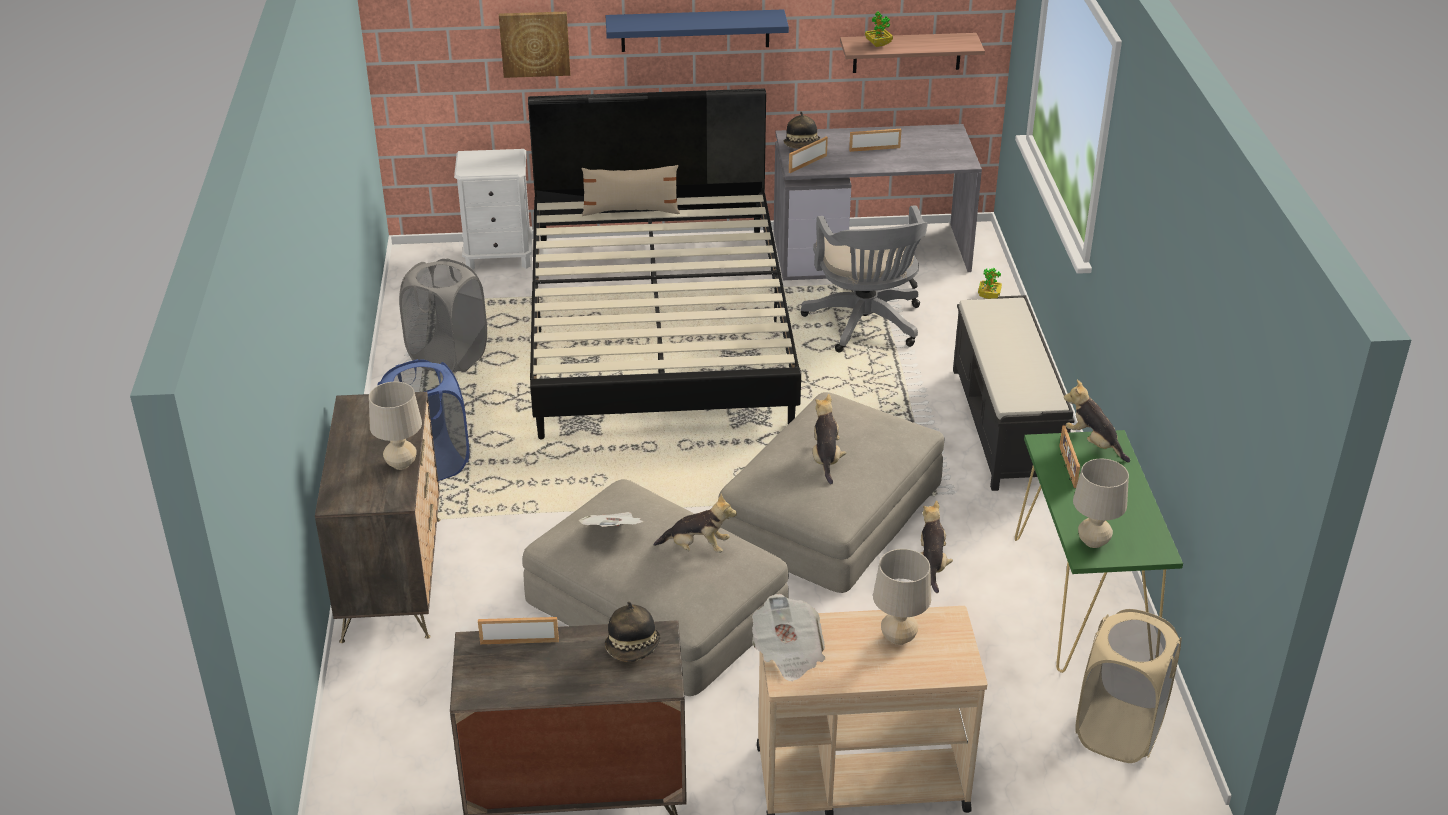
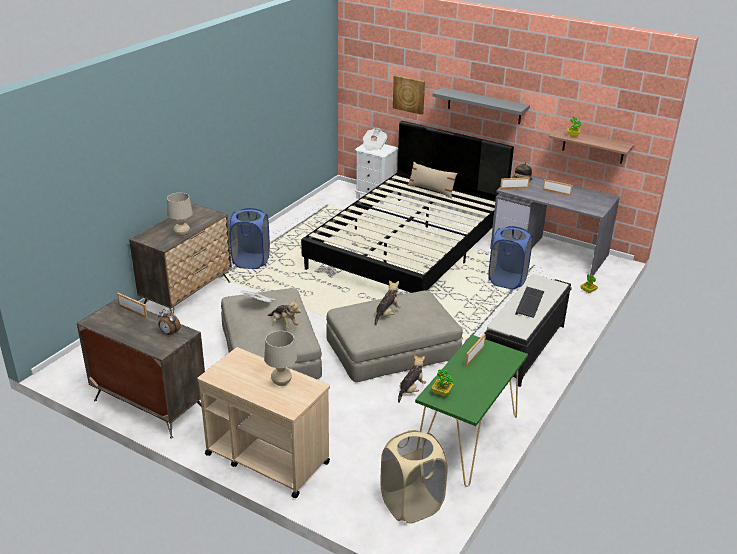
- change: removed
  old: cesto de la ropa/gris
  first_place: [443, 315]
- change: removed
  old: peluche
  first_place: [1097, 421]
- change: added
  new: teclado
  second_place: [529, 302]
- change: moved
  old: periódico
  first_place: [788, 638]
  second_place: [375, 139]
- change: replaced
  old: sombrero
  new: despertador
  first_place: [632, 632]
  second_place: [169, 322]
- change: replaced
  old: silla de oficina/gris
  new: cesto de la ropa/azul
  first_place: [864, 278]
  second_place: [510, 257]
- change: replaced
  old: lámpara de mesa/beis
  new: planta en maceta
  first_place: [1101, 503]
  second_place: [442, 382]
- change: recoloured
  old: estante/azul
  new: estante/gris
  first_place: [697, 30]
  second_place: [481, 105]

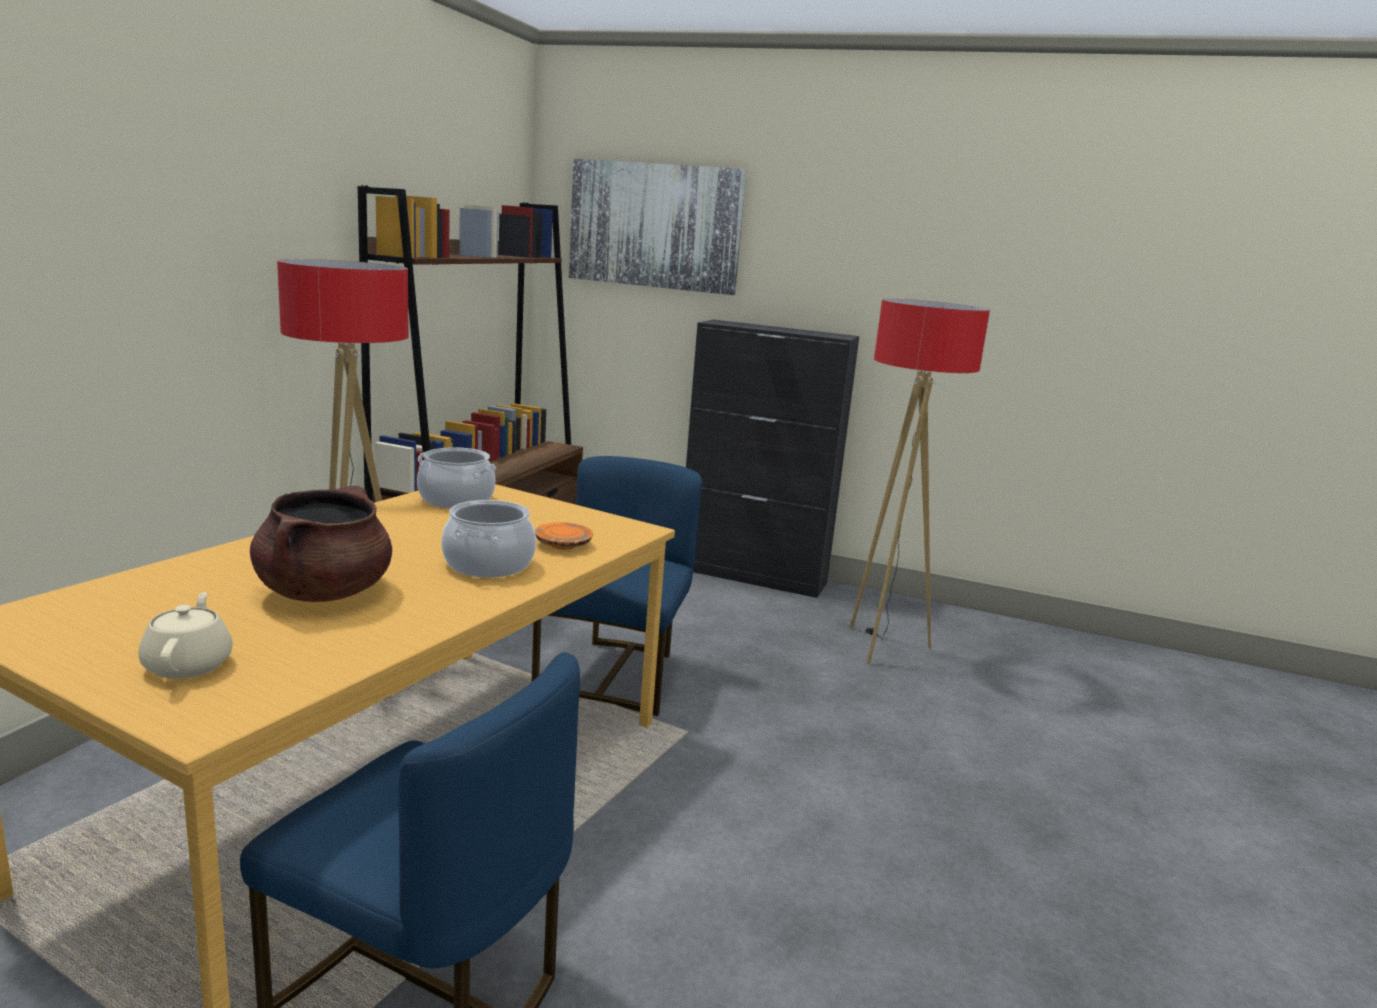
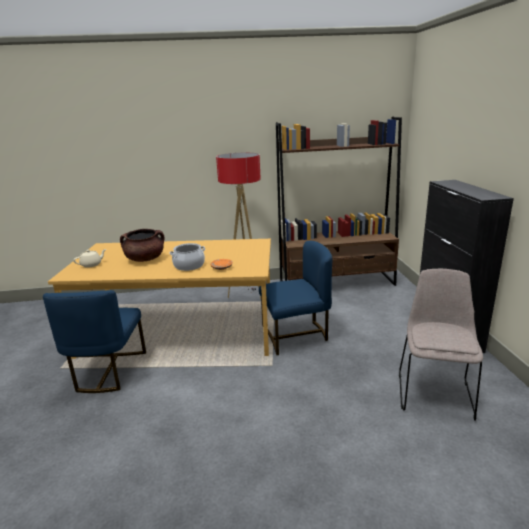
- change: removed
  old: olla
  first_place: [456, 477]
- change: removed
  old: cuadro
  first_place: [658, 227]
- change: replaced
  old: lámpara de pie
  new: silla/beis
  first_place: [920, 481]
  second_place: [441, 345]

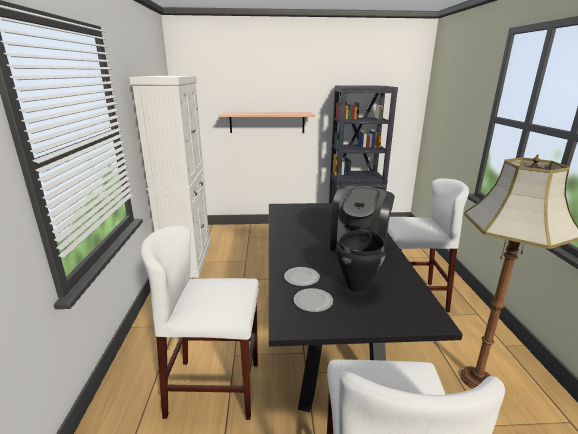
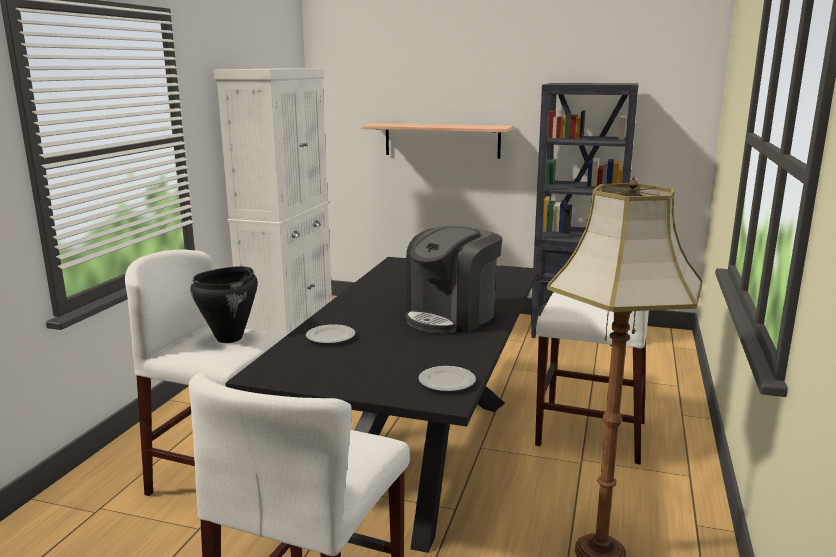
- change: moved
  old: plato
  first_place: [313, 300]
  second_place: [447, 379]
- change: moved
  old: olla/negro
  first_place: [361, 261]
  second_place: [224, 304]

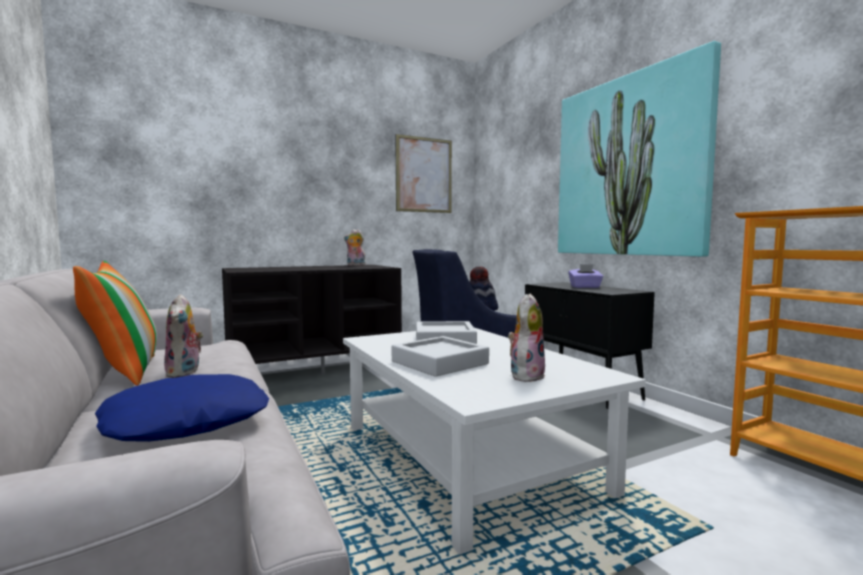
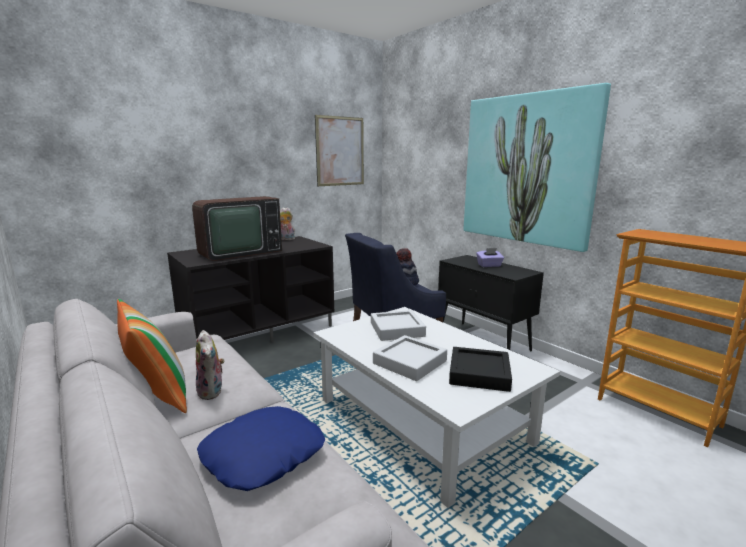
- change: added
  new: televisor
  second_place: [237, 228]
- change: replaced
  old: peluche
  new: bandeja/negro
  first_place: [526, 337]
  second_place: [480, 369]

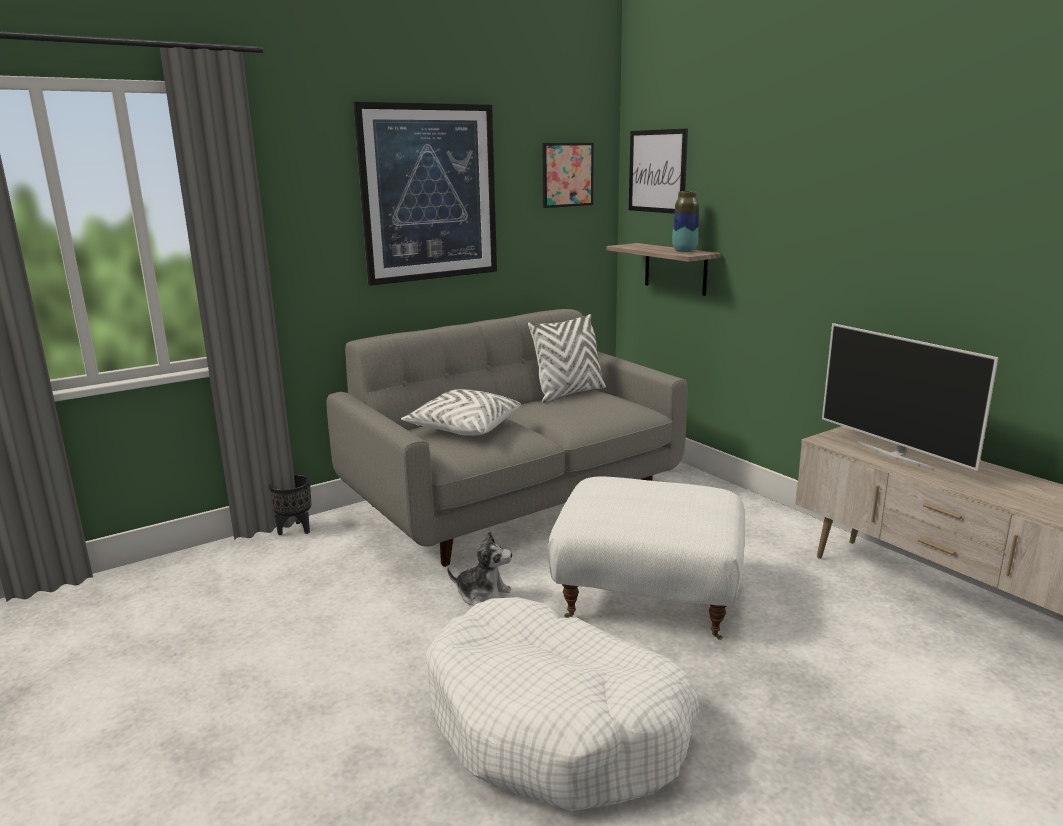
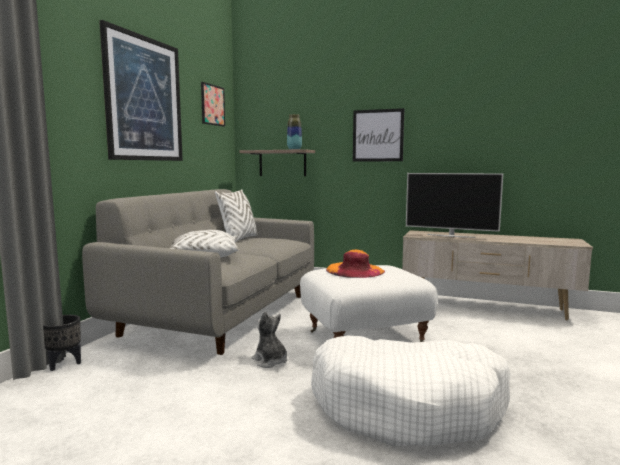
- change: added
  new: sombrero/naranja
  second_place: [355, 264]
- change: moved
  old: cuadro
  first_place: [658, 171]
  second_place: [379, 134]
- change: turned
  old: peluche
  first_place: [479, 568]
  second_place: [269, 339]
  degrees: -105

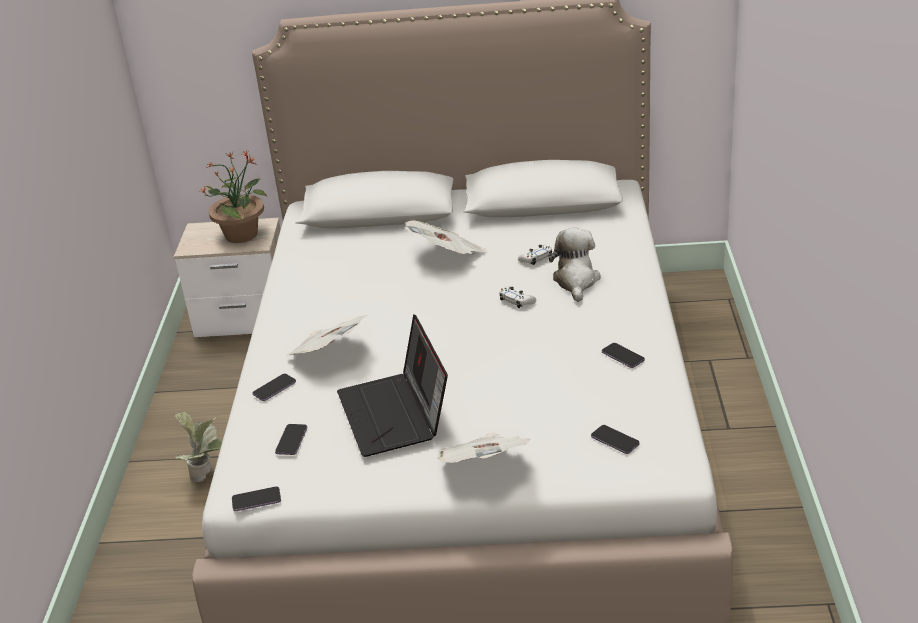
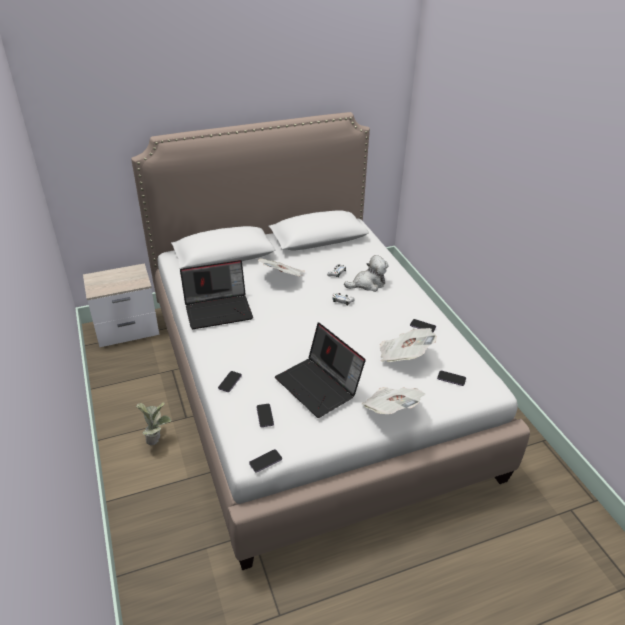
- change: removed
  old: planta en maceta
  first_place: [233, 196]
- change: added
  new: portátil
  second_place: [216, 294]
- change: moved
  old: periódico
  first_place: [327, 335]
  second_place: [408, 345]
- change: turned
  old: peluche
  first_place: [575, 265]
  second_place: [366, 273]
  degrees: 90

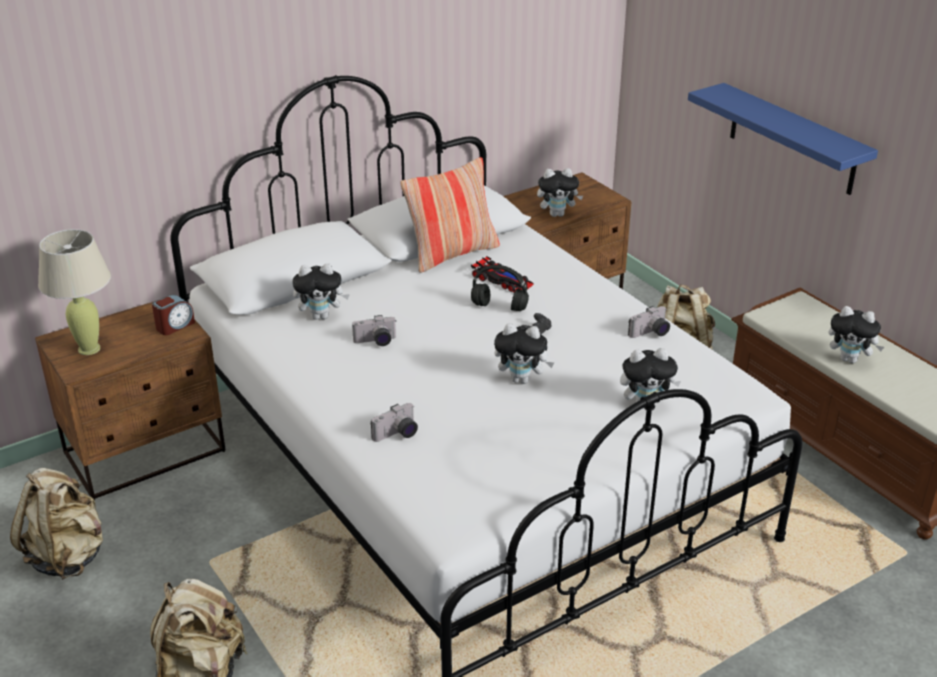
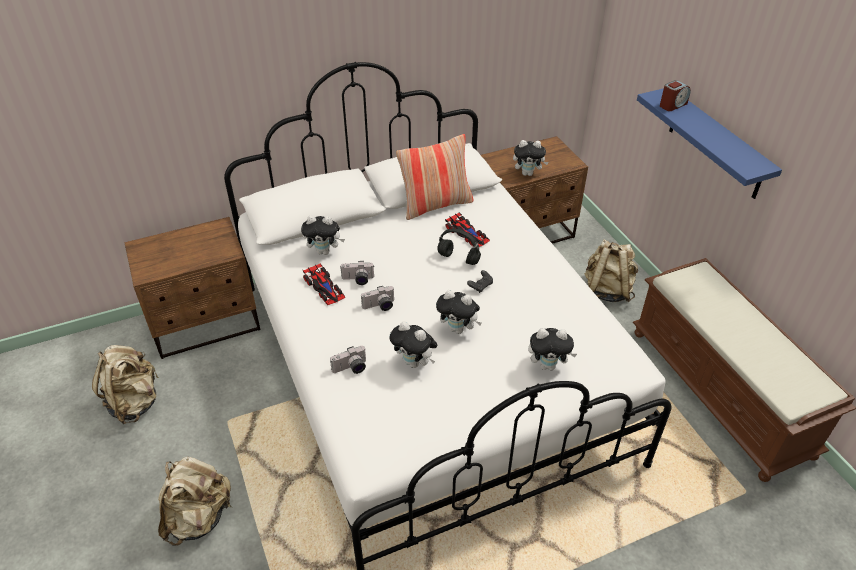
- change: removed
  old: lámpara de mesa/beis
  first_place: [74, 292]
- change: added
  new: coche de juguete
  second_place: [324, 284]
- change: moved
  old: despertador
  first_place: [173, 315]
  second_place: [675, 95]
- change: moved
  old: cámara
  first_place: [649, 322]
  second_place: [378, 298]
- change: moved
  old: peluche
  first_place: [856, 334]
  second_place: [413, 344]

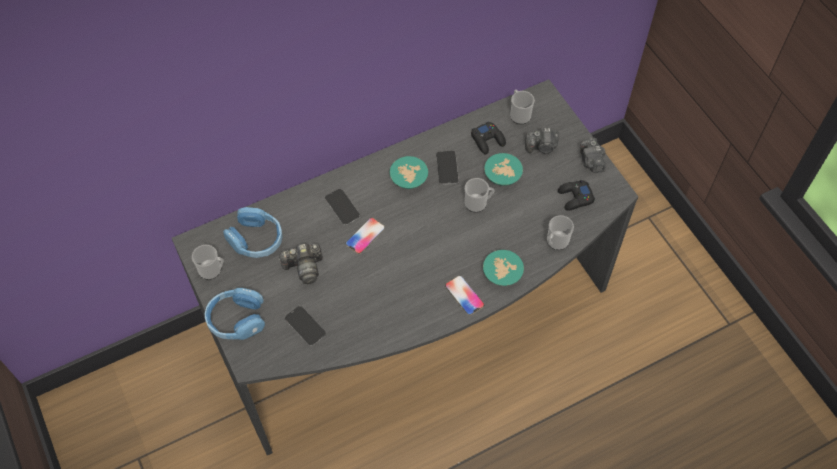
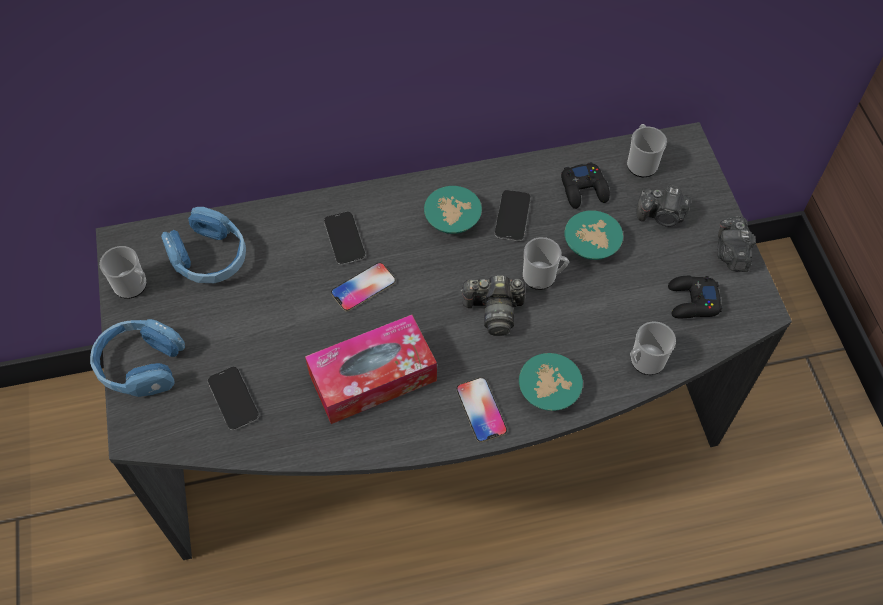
- change: added
  new: caja de pañuelos
  second_place: [371, 369]
- change: moved
  old: cámara
  first_place: [301, 264]
  second_place: [493, 305]

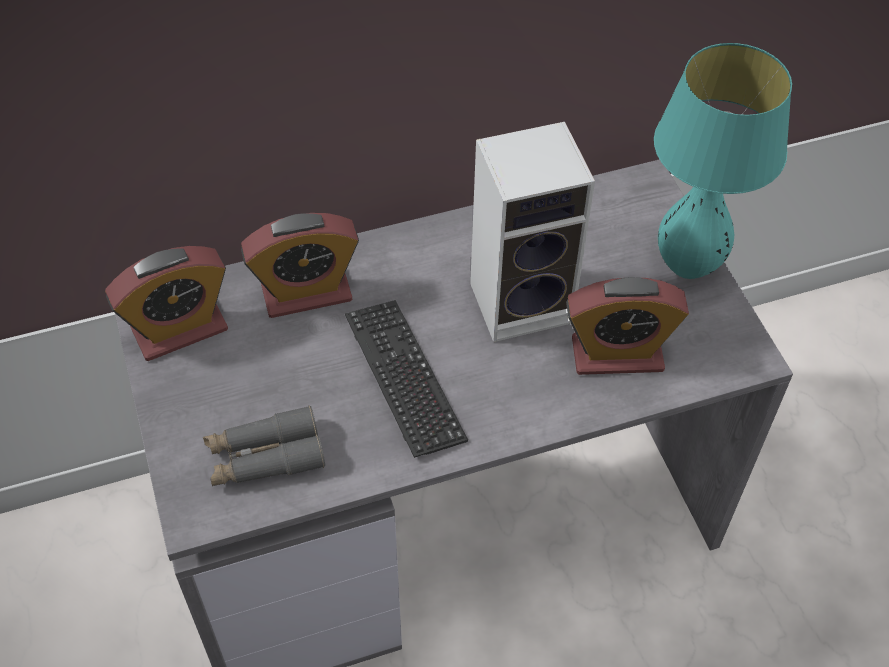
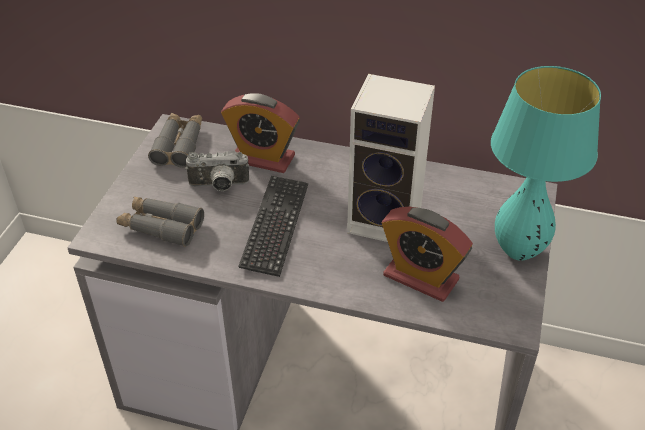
- change: added
  new: cámara
  second_place: [217, 171]
- change: replaced
  old: despertador
  new: prismáticos/gris
  first_place: [166, 303]
  second_place: [175, 140]

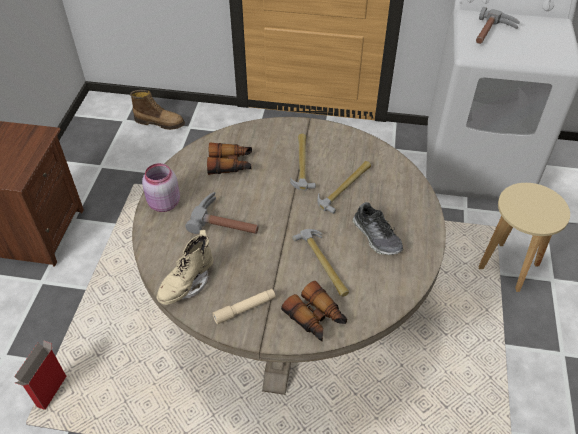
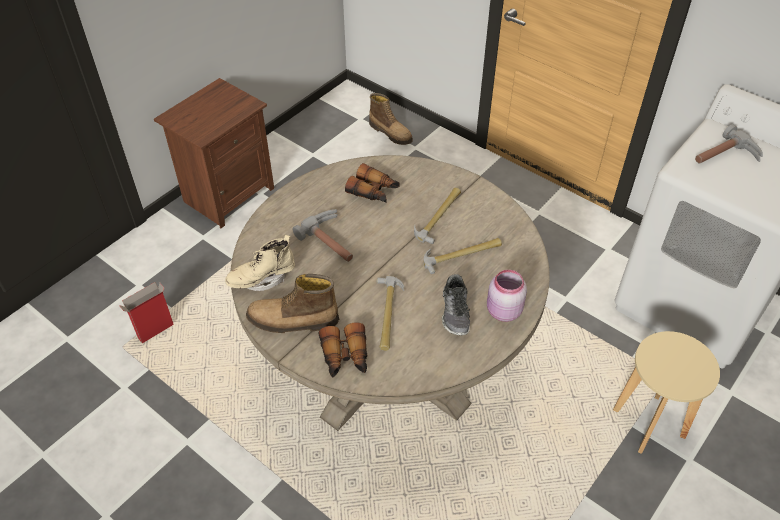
- change: moved
  old: tarro/rosa
  first_place: [161, 187]
  second_place: [507, 296]
- change: replaced
  old: linterna/beis
  new: bota
  first_place: [244, 307]
  second_place: [292, 303]

